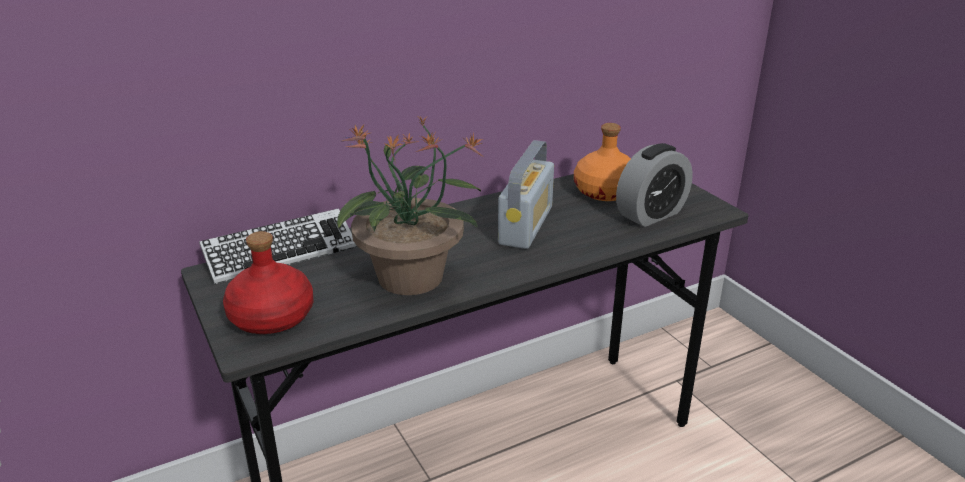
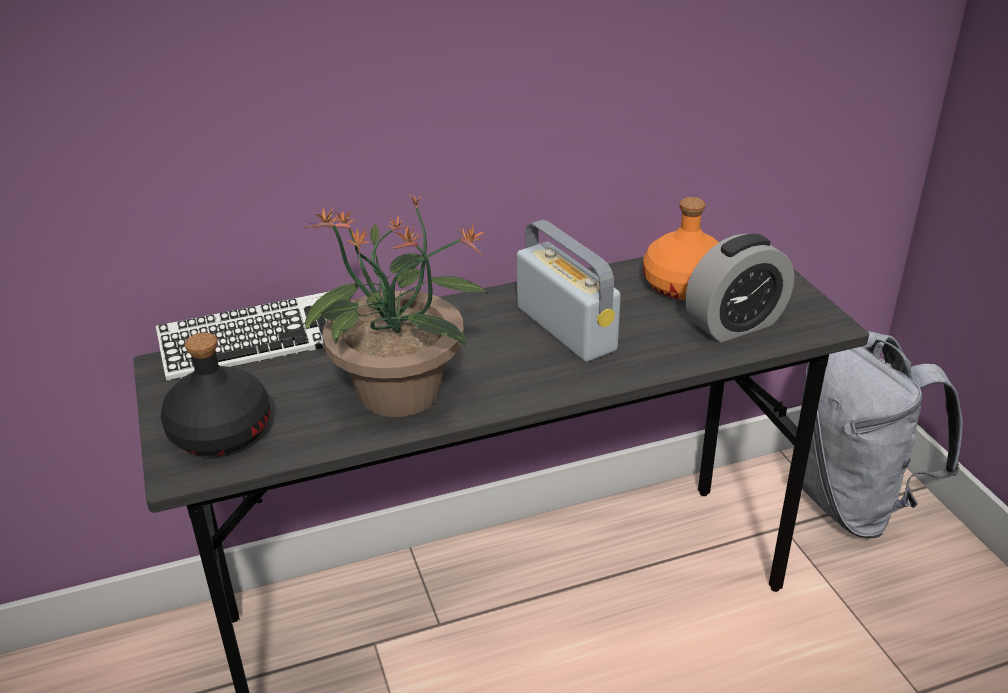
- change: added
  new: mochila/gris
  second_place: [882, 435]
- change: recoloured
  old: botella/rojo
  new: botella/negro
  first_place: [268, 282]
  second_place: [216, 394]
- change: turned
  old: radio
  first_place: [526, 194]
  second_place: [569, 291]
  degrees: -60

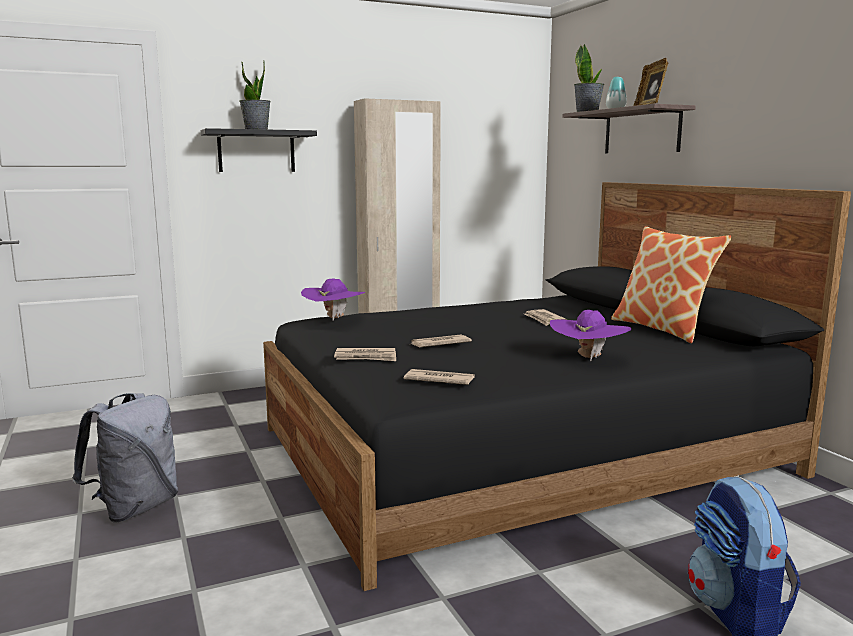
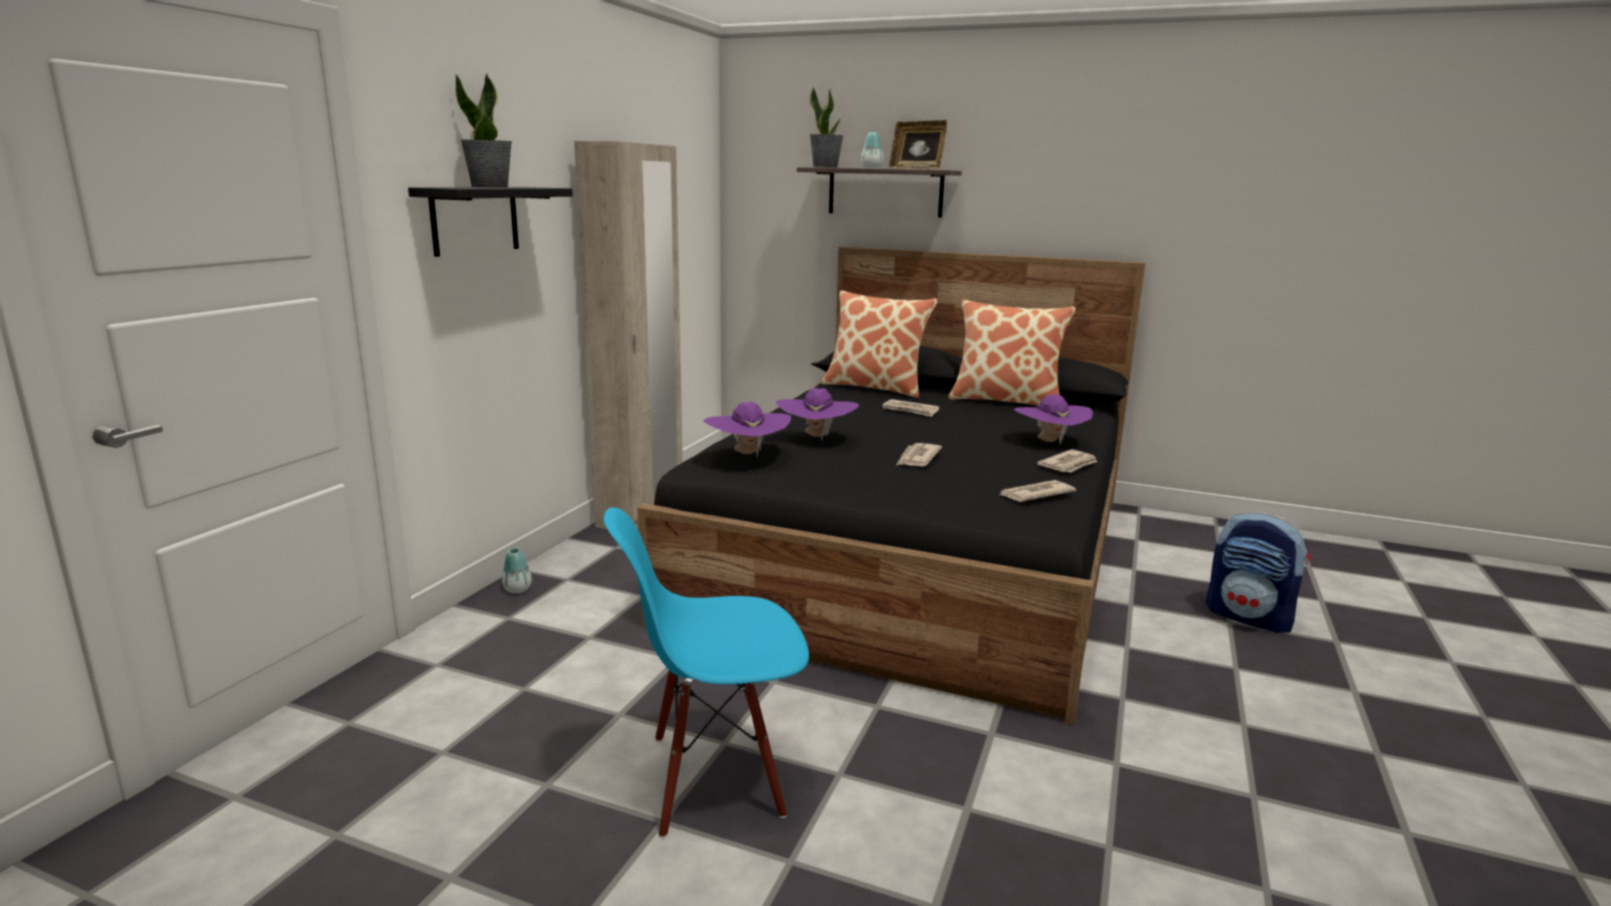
- change: added
  new: florero
  second_place: [517, 570]
- change: added
  new: sombrero/morado
  second_place: [818, 414]
- change: added
  new: cojín
  second_place: [879, 344]
- change: moved
  old: periódico
  first_place: [365, 354]
  second_place: [1067, 461]
- change: replaced
  old: mochila/gris
  new: silla/azul
  first_place: [125, 457]
  second_place: [706, 672]

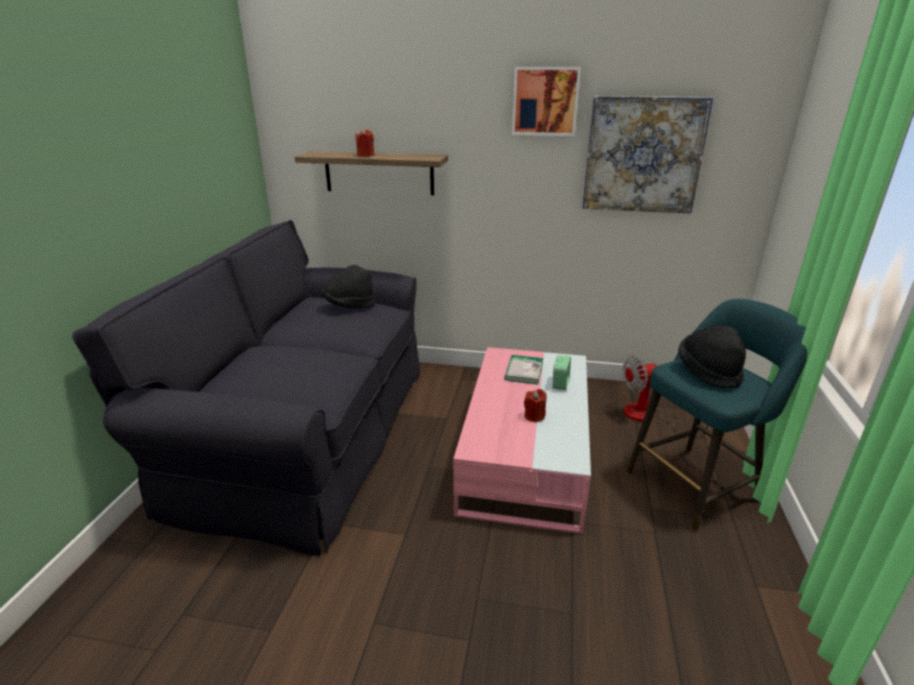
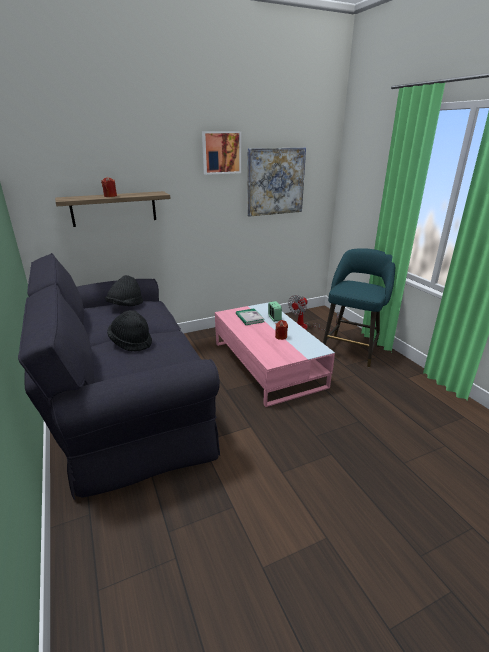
- change: moved
  old: sombrero/negro
  first_place: [712, 356]
  second_place: [129, 330]

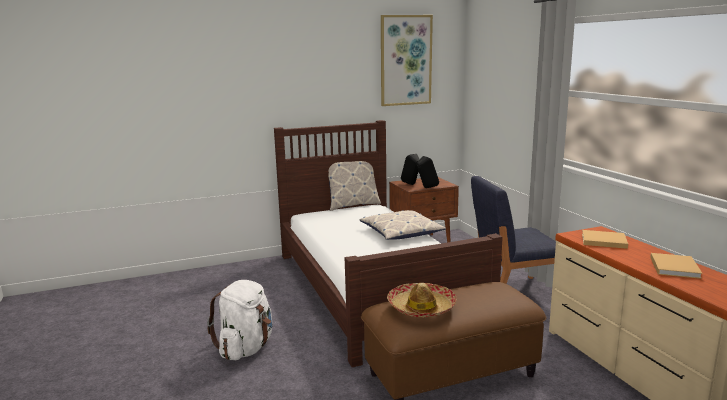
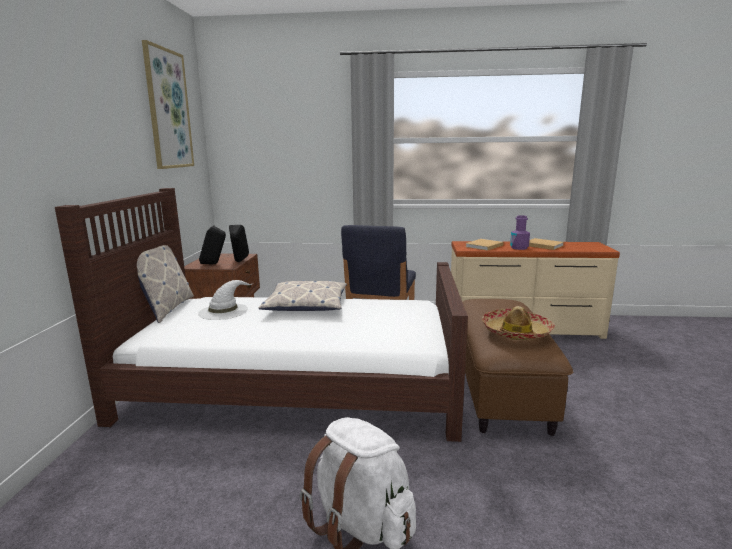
- change: added
  new: sombrero/blanco
  second_place: [226, 300]
- change: added
  new: botella/morado
  second_place: [520, 232]

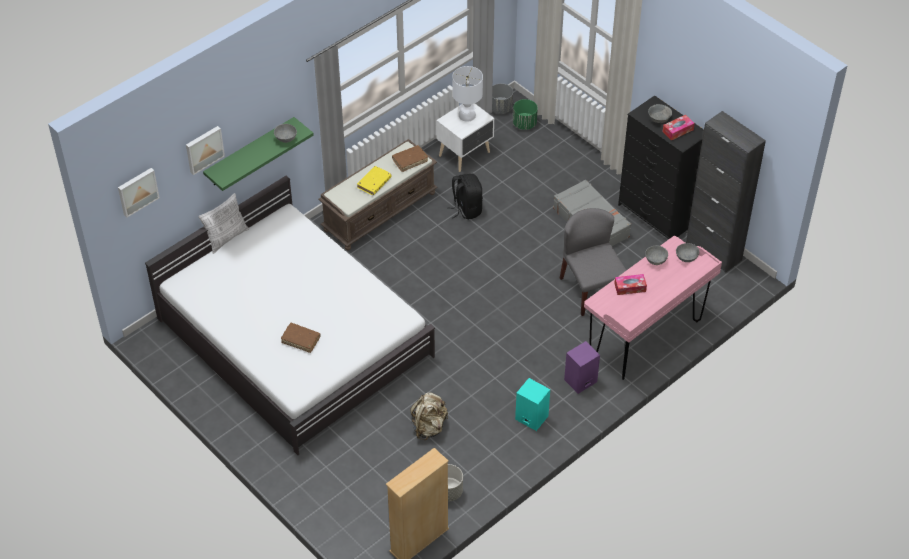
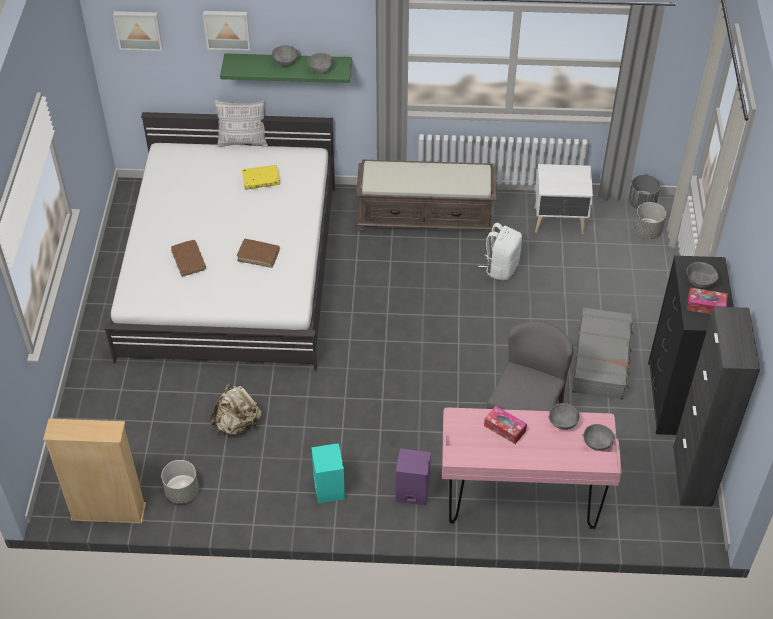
- change: removed
  old: lámpara de mesa/blanco
  first_place: [467, 94]
- change: added
  new: cuenco/gris
  second_place: [285, 56]
- change: moved
  old: libro/amarillo
  first_place: [374, 180]
  second_place: [261, 177]
- change: moved
  old: libro/marrón
  first_place: [410, 158]
  second_place: [258, 253]
- change: recoloured
  old: mochila/negro
  new: mochila/blanco
  first_place: [465, 197]
  second_place: [500, 251]
- change: recoloured
  old: maceta/verde
  new: maceta/gris
  first_place: [525, 114]
  second_place: [650, 220]

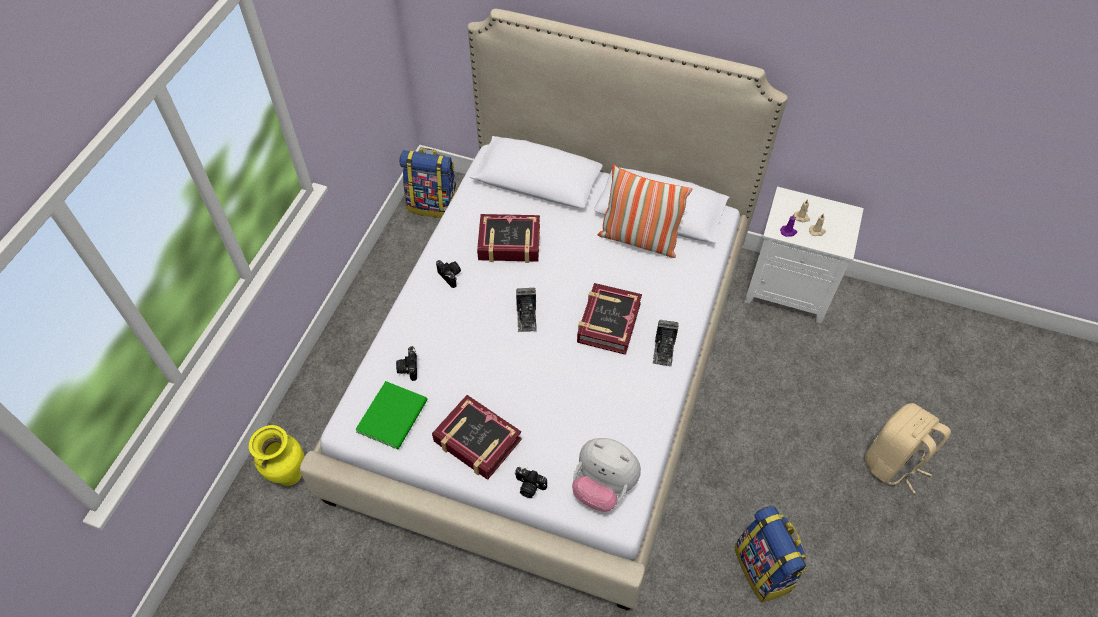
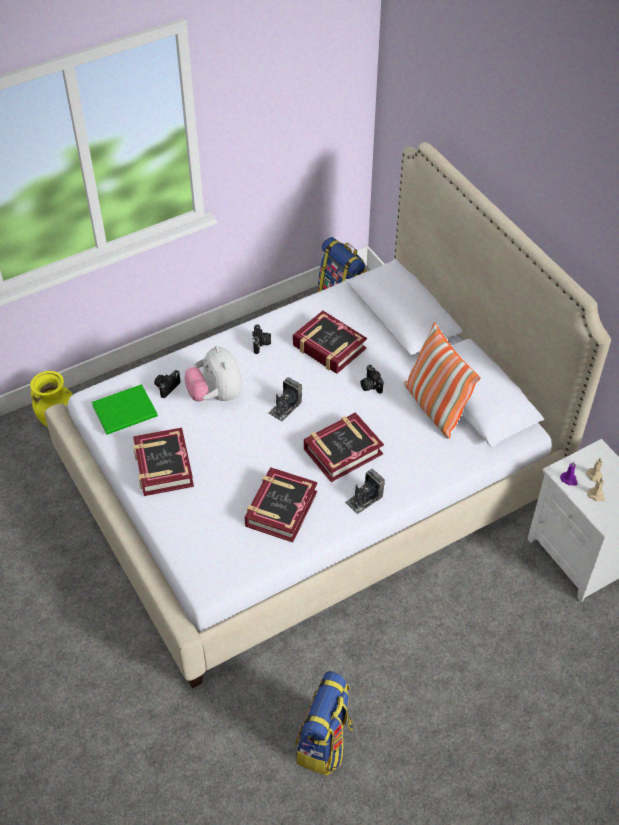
- change: removed
  old: mochila/beis
  first_place: [908, 448]
- change: added
  new: libro
  second_place: [281, 504]
- change: moved
  old: cámara
  first_place: [531, 482]
  second_place: [372, 379]
- change: moved
  old: peluche
  first_place: [606, 475]
  second_place: [214, 373]

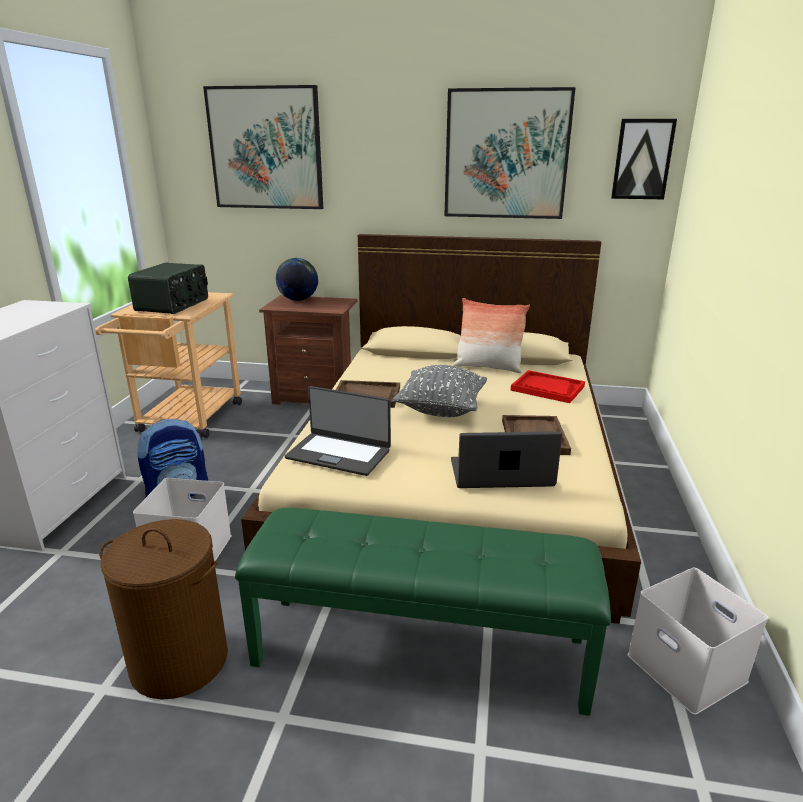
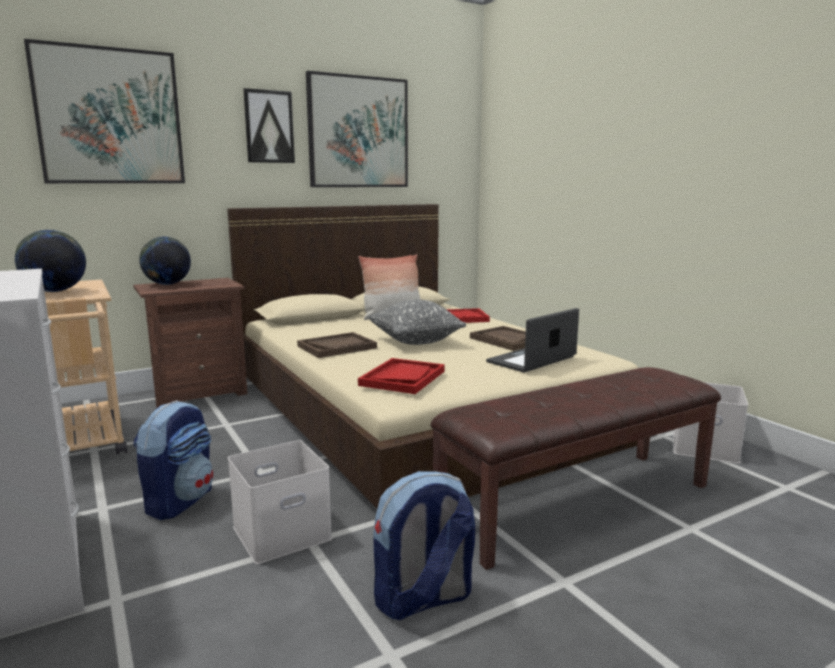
- change: moved
  old: cuadro
  first_place: [644, 159]
  second_place: [269, 125]
- change: replaced
  old: cesto de la ropa/marrón
  new: mochila
  first_place: [163, 609]
  second_place: [424, 545]
- change: replaced
  old: radio
  new: globo terráqueo
  first_place: [168, 288]
  second_place: [50, 261]
- change: replaced
  old: portátil
  new: bandeja/rojo
  first_place: [338, 431]
  second_place: [401, 376]
- change: recoloured
  old: banco/verde
  new: banco/marrón
  first_place: [423, 612]
  second_place: [576, 468]

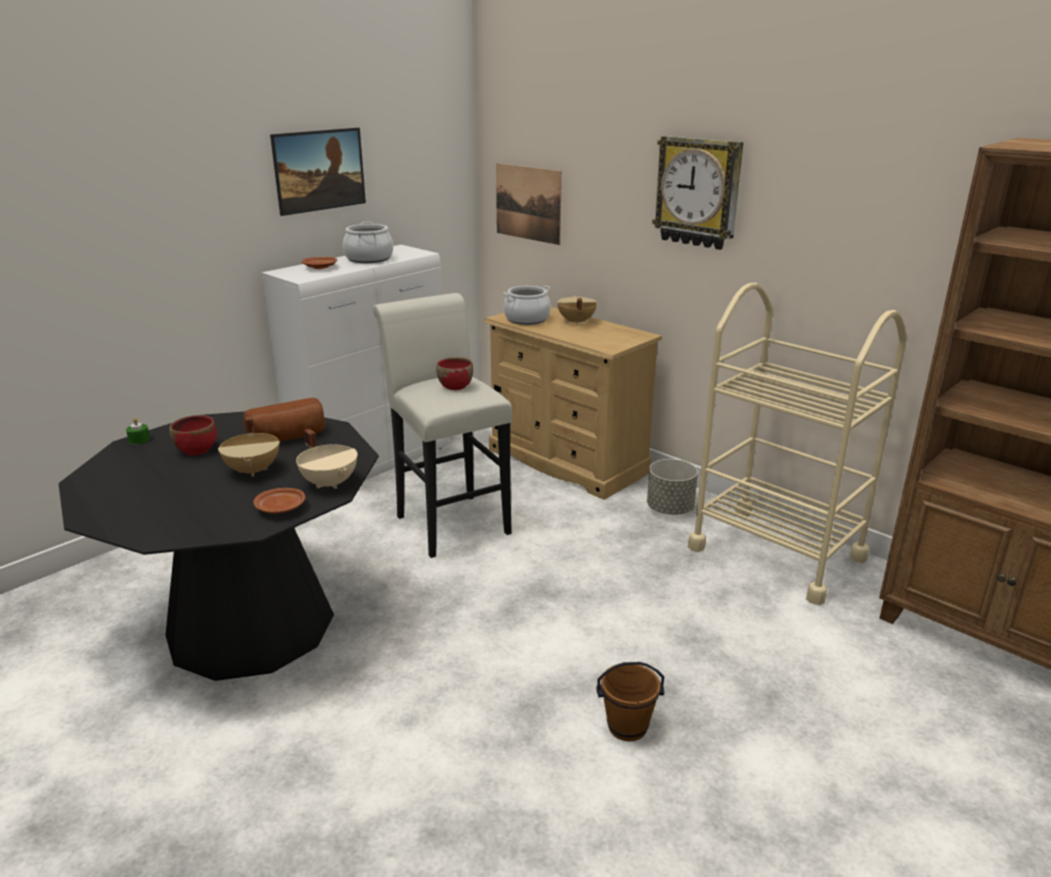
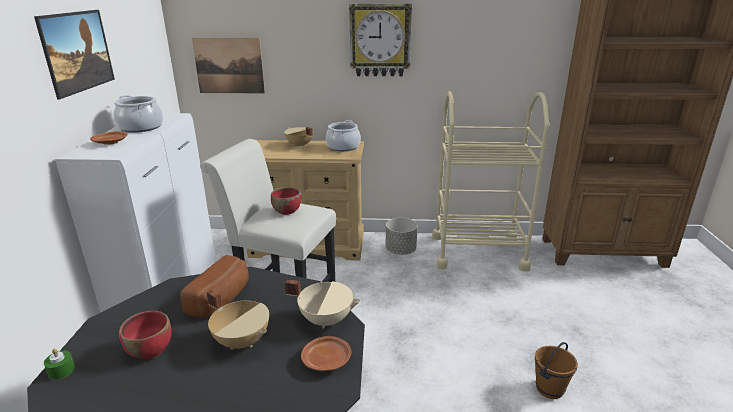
- change: moved
  old: olla
  first_place: [527, 305]
  second_place: [343, 135]

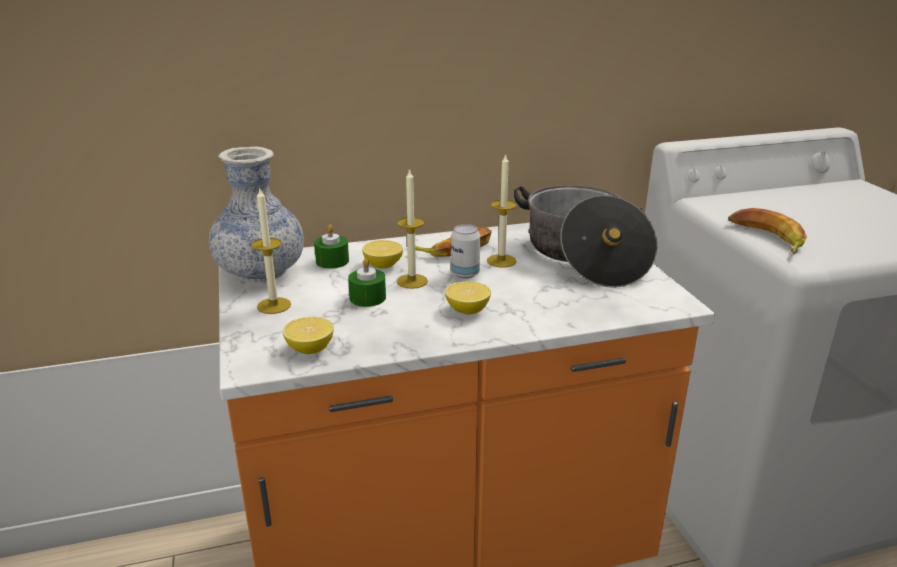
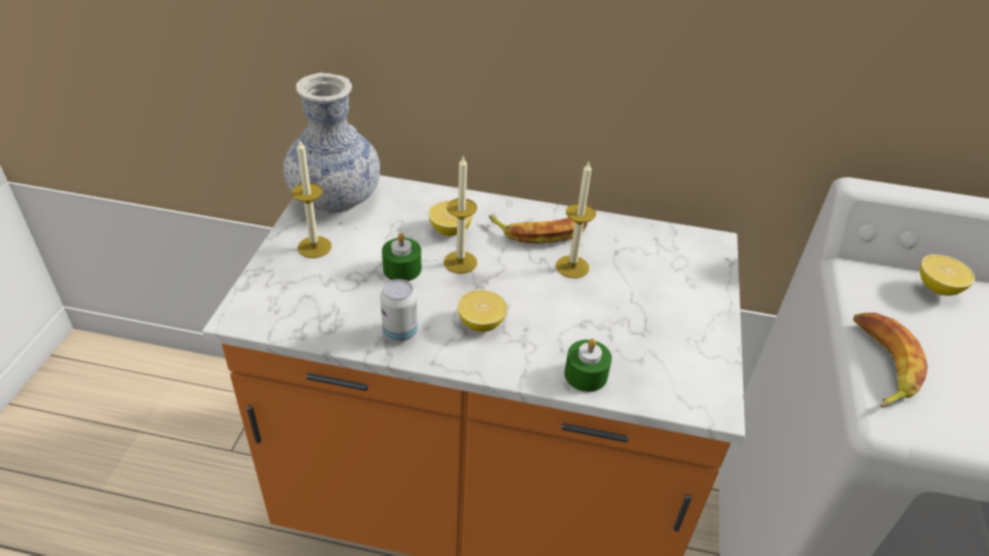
- change: removed
  old: olla
  first_place: [585, 236]
- change: moved
  old: limón
  first_place: [308, 335]
  second_place: [947, 275]
- change: moved
  old: vela/verde
  first_place: [331, 247]
  second_place: [588, 365]
- change: moved
  old: lata
  first_place: [465, 251]
  second_place: [399, 310]

